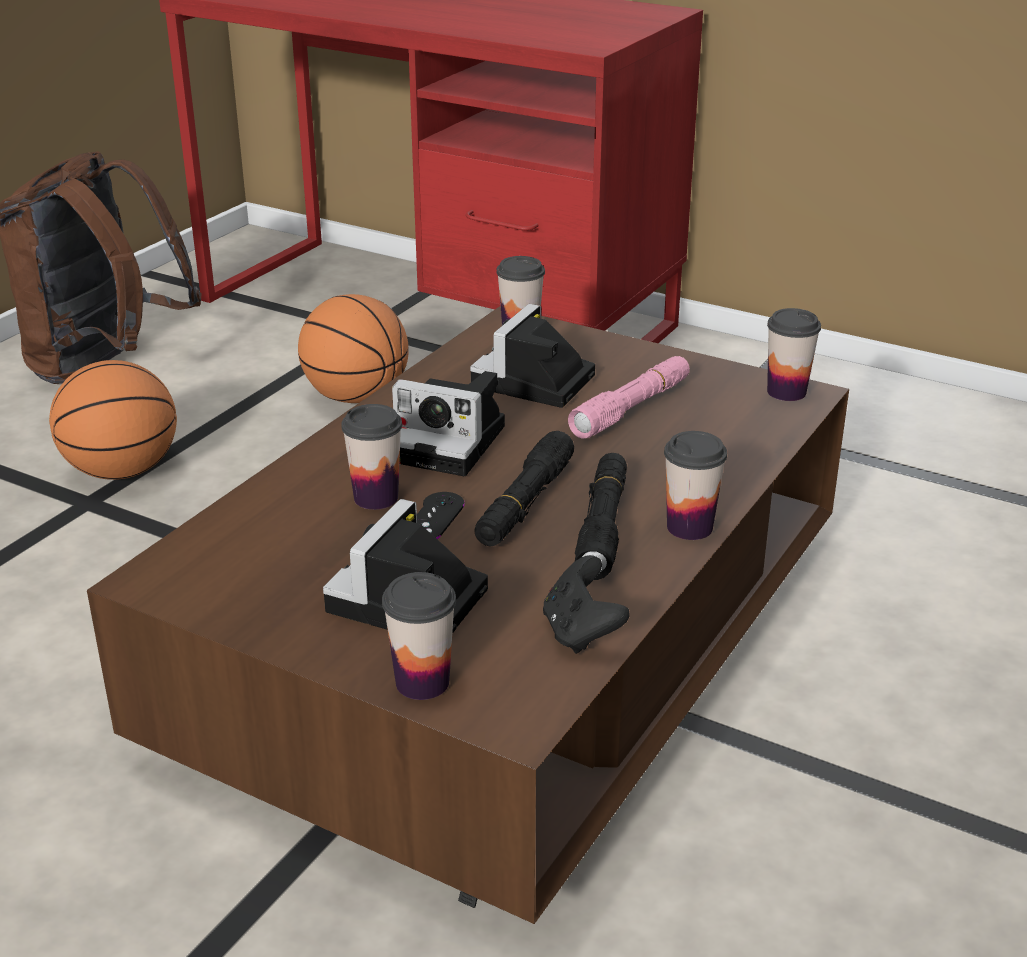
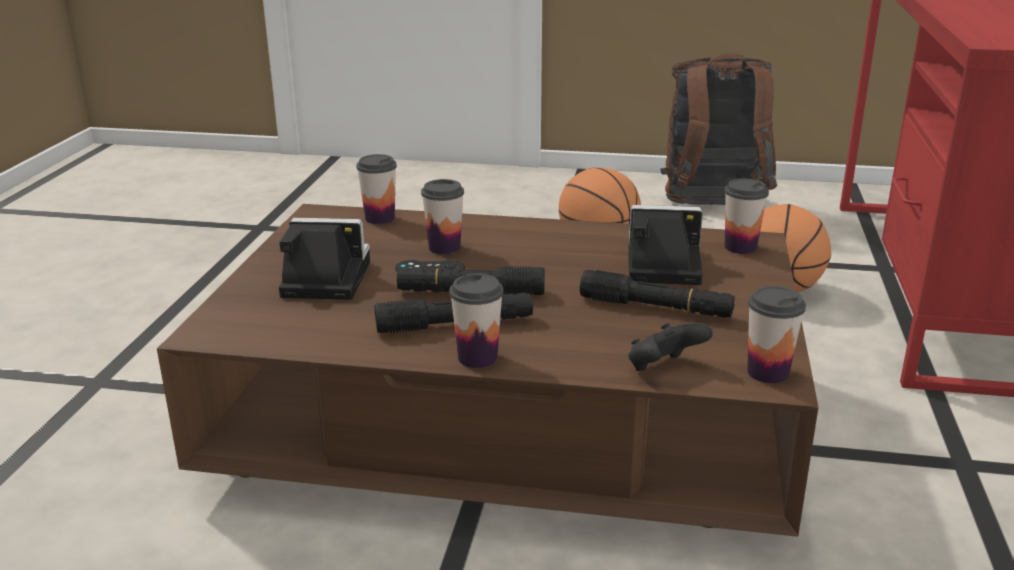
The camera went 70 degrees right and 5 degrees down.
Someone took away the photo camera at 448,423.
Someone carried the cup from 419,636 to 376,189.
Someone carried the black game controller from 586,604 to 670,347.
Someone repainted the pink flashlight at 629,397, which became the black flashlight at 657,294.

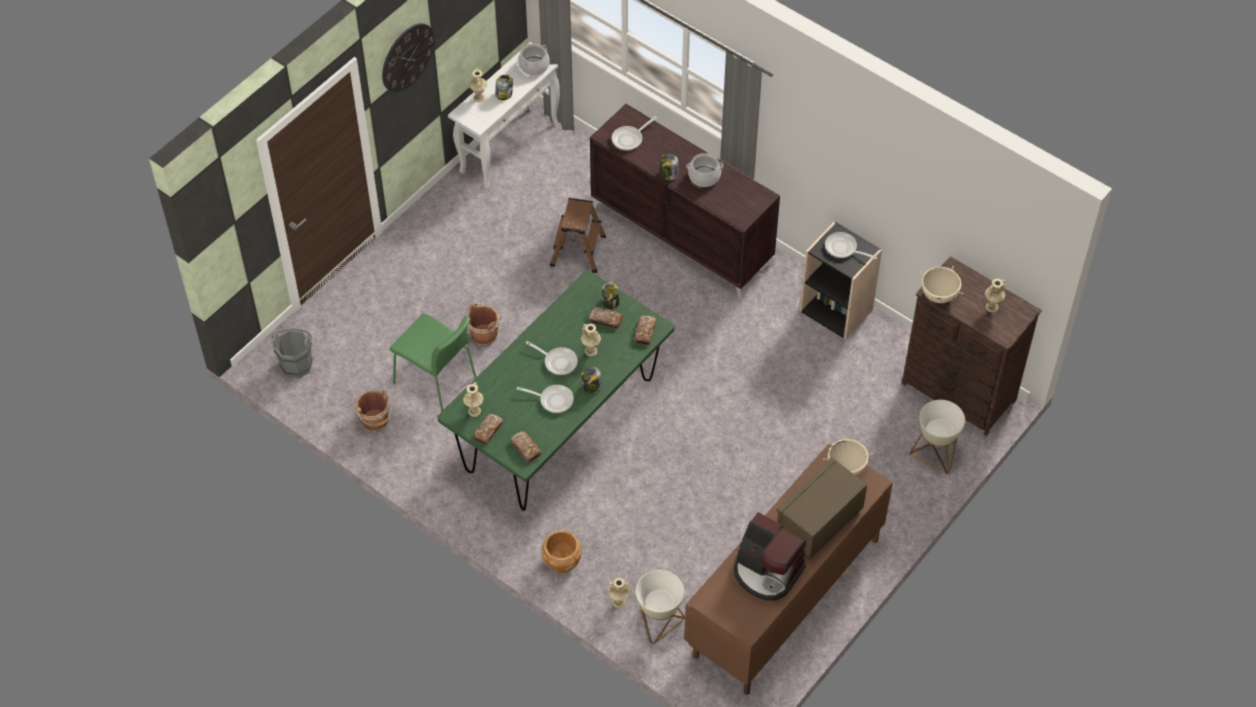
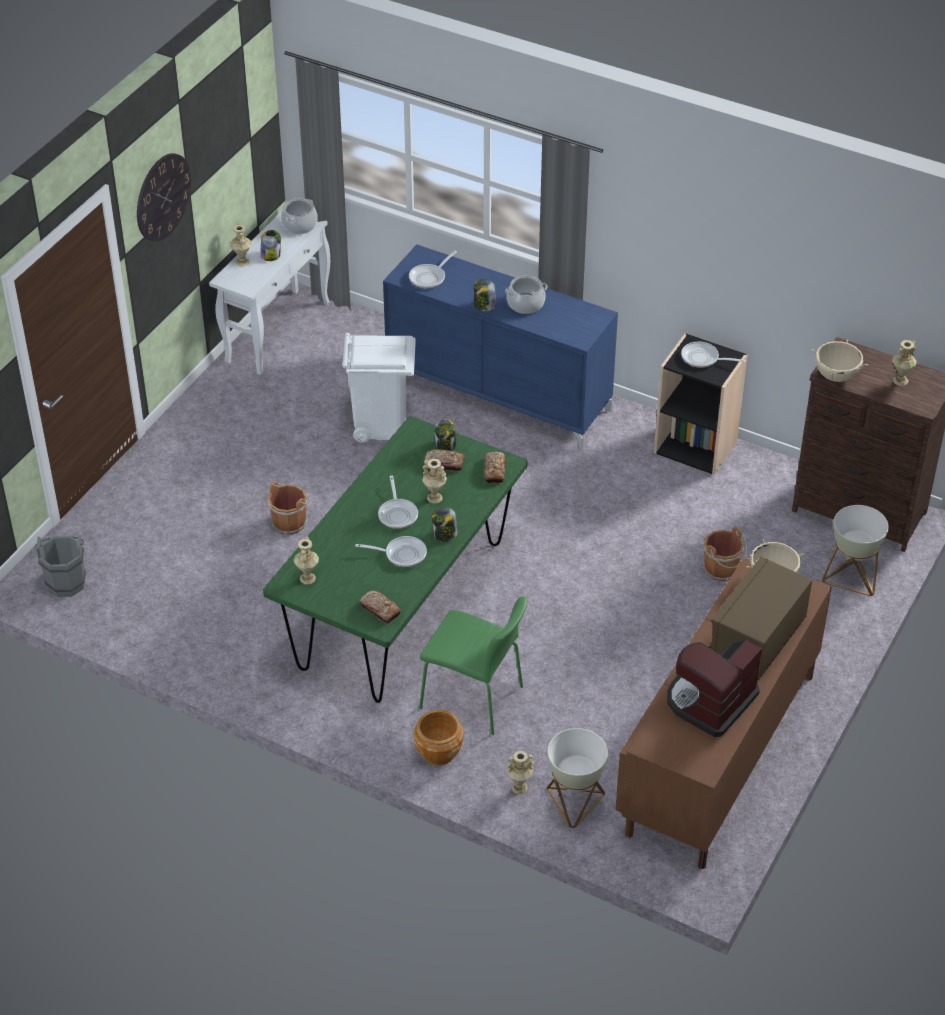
The camera went 10 degrees left and 10 degrees down.
Someone took away the bread at 488,429.
Someone carried the brown bucket from 373,411 to 725,554.
Someone carried the green chair from 433,362 to 473,665.
Someone swapped the brown step ladder at 578,235 for the white trash can at 379,388.
Someone repainted the brown dresser at 685,202, which became the blue dresser at 500,348.
Someone rotated the frying pan at 552,358 by 60 degrees clockwise.
Someone rotated the coffee machine at 770,556 by 105 degrees clockwise.

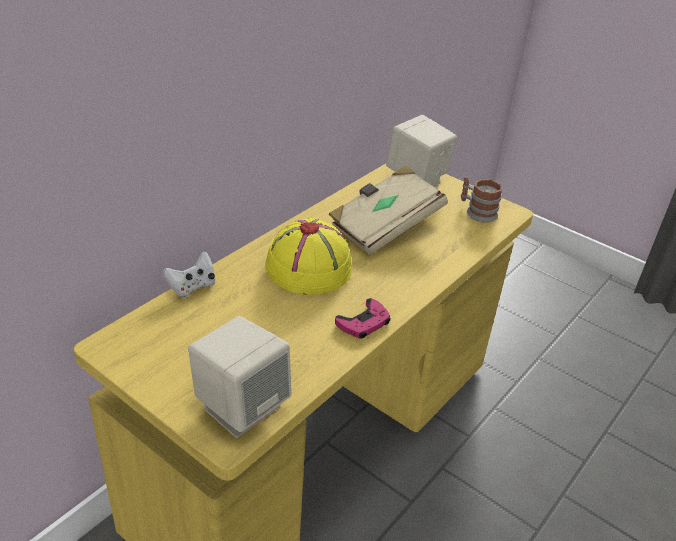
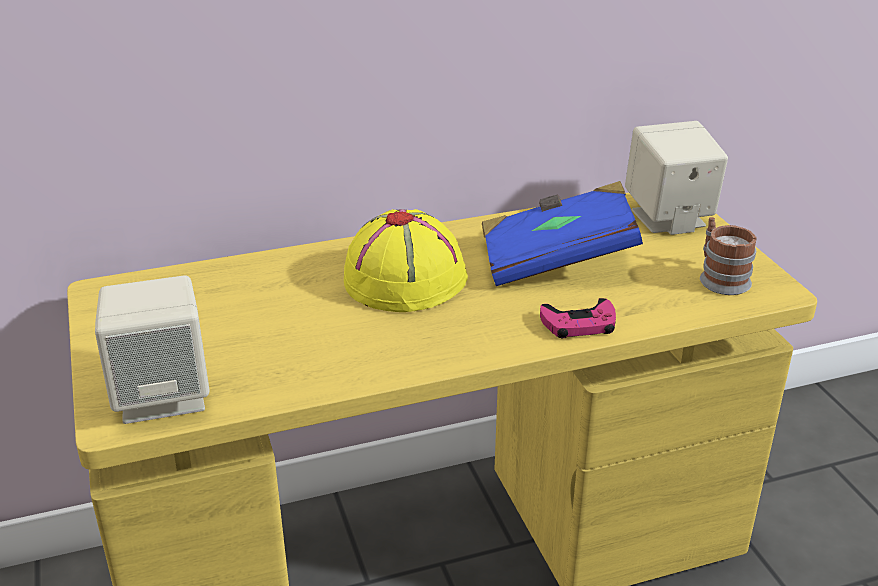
The camera went 35 degrees right and 5 degrees down.
Someone took away the white game controller at 188,274.
Someone carried the pink game controller from 363,318 to 578,318.
Someone repainted the beige book at 388,210, which became the blue book at 562,233.

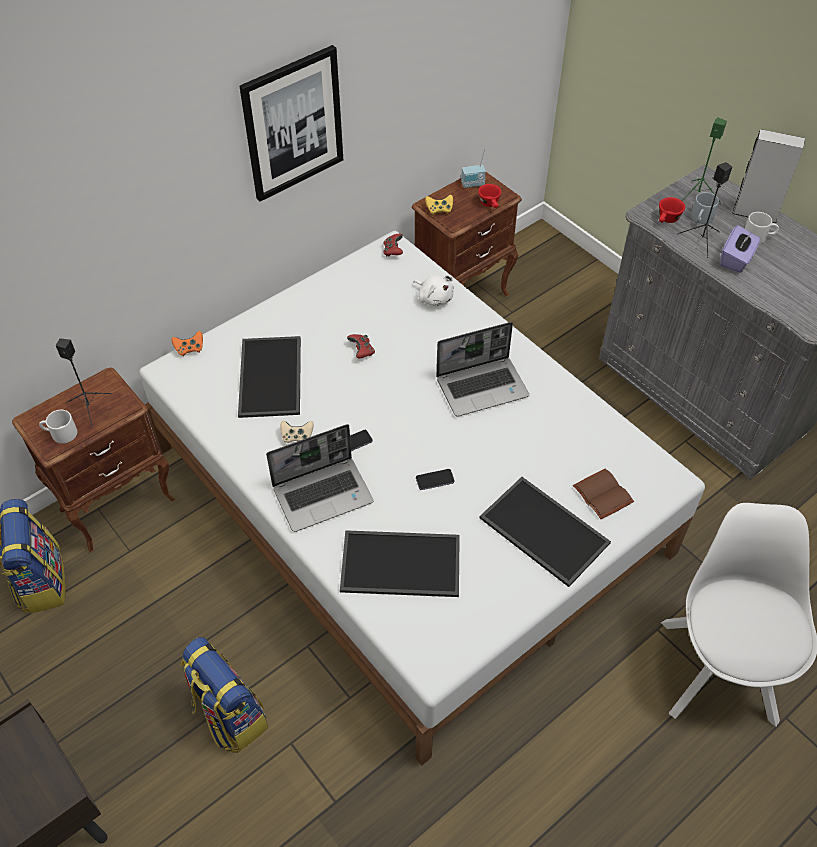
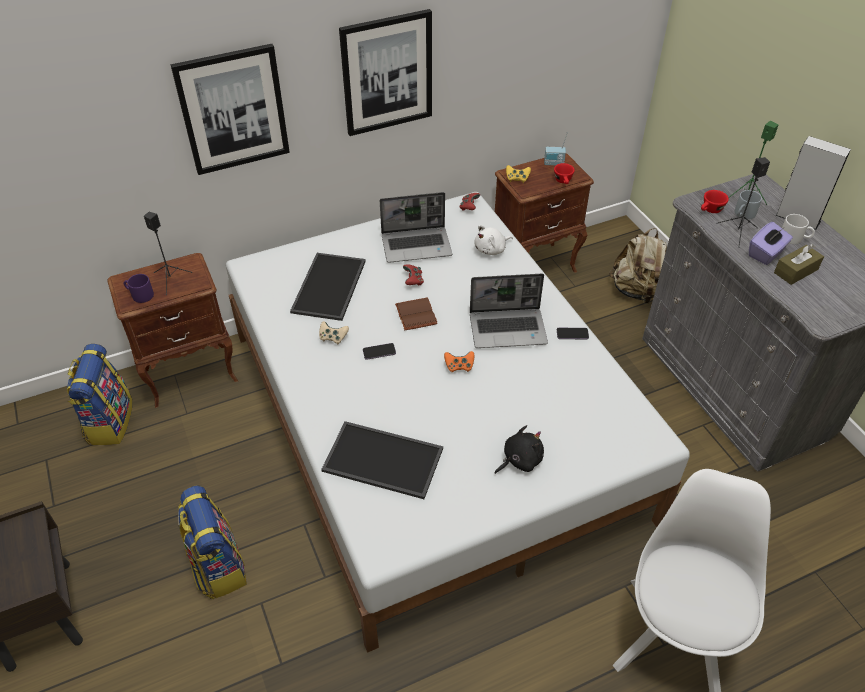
The camera went 15 degrees right and 5 degrees down.
Someone put up the picture at 230,109.
Someone put down the beige backpack at 638,266.
Someone put down the brown tissue box at 799,264.
Someone carried the orange game controller from 187,343 to 459,361.
Someone carried the laptop from 320,478 to 416,227.
Someone carried the phone from 435,479 to 573,333.
Someone carried the brown book from 603,493 to 416,313.
Someone swapped the tray at 545,532 for the black plush toy at 519,449.
Someone repainted the white mug at 58,427, which became the purple mug at 138,288.
Someone rotated the white plush toy at 433,290 by 90 degrees clockwise.

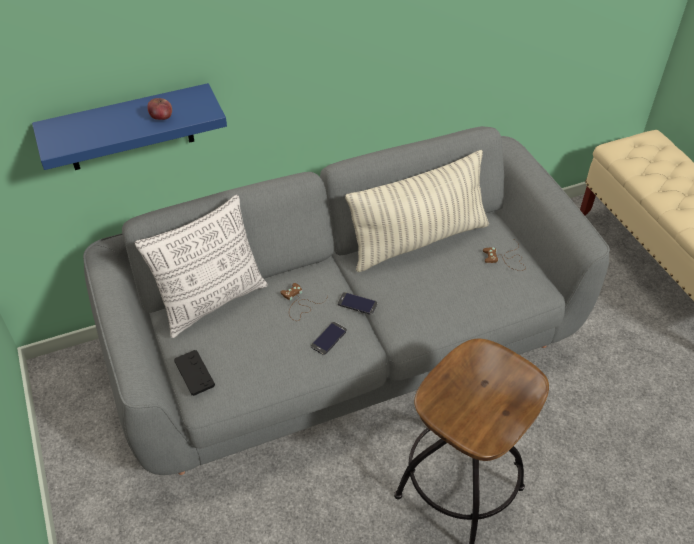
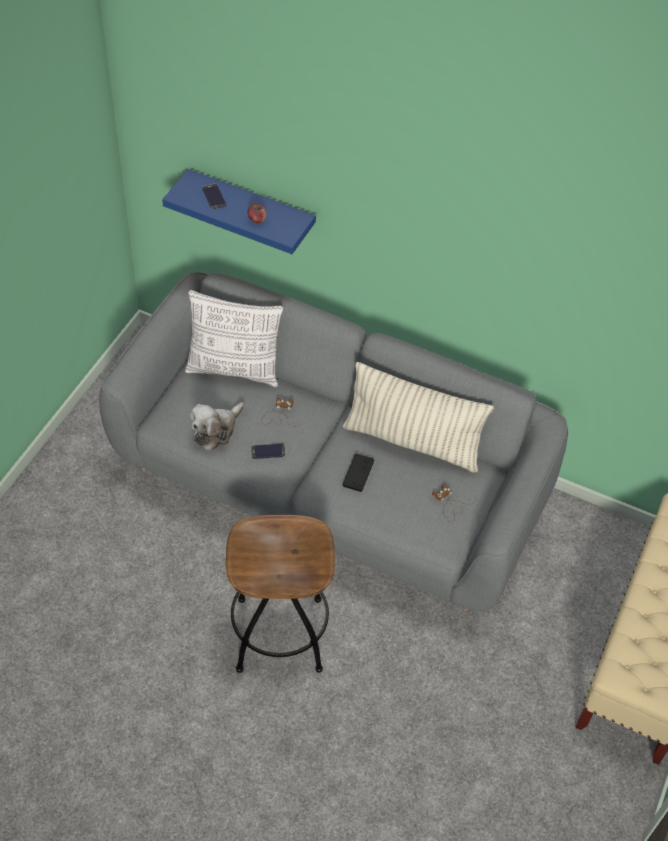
The camera went 45 degrees right and 5 degrees up.
Someone put down the plush toy at 217,426.
Someone carried the black game controller from 194,373 to 358,472.
Someone carried the phone from 357,303 to 214,196.

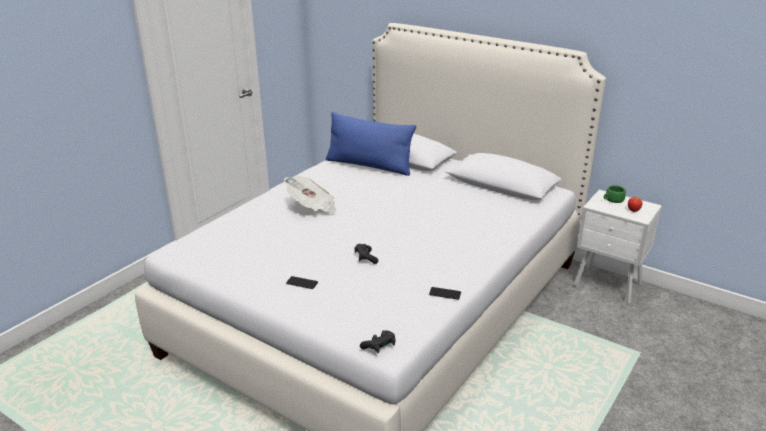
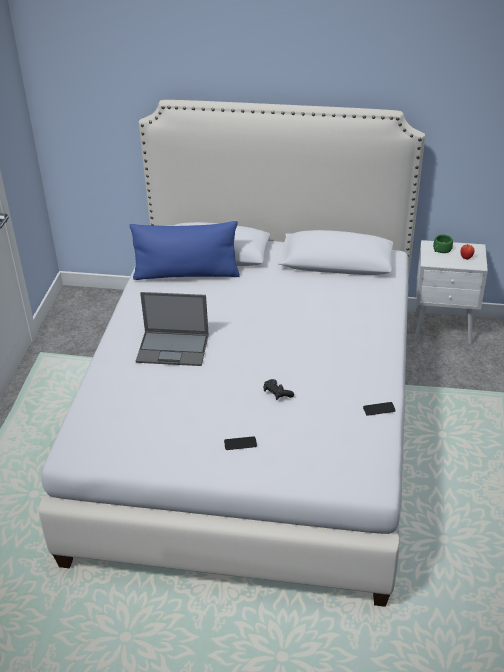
The camera went 25 degrees left and 10 degrees up.
Someone took away the black game controller at 378,341.
Someone swapped the newspaper at 310,195 for the laptop at 172,329.

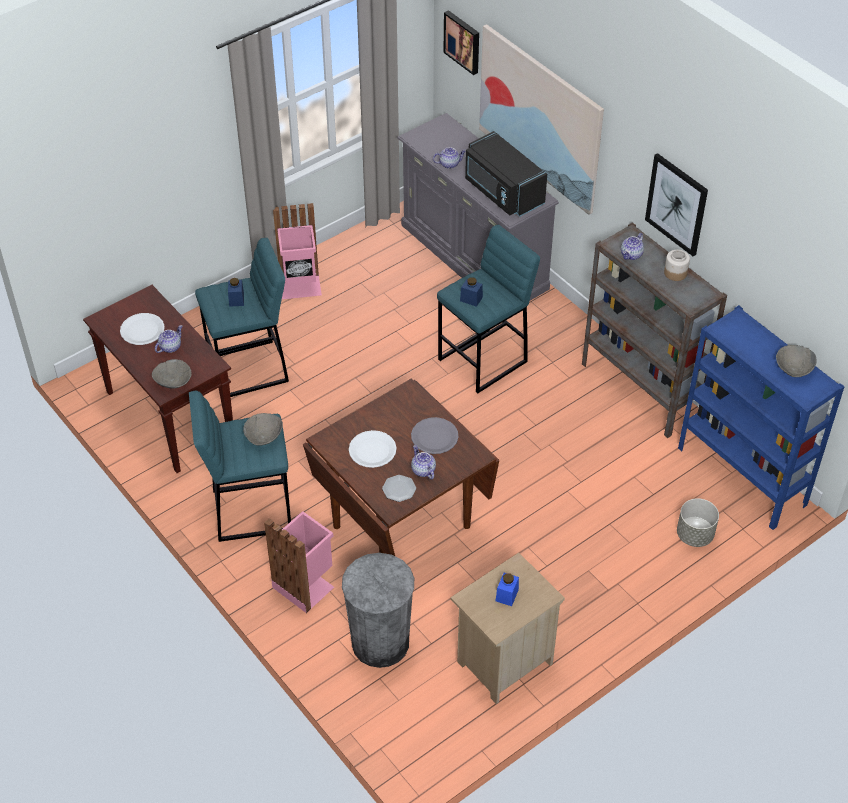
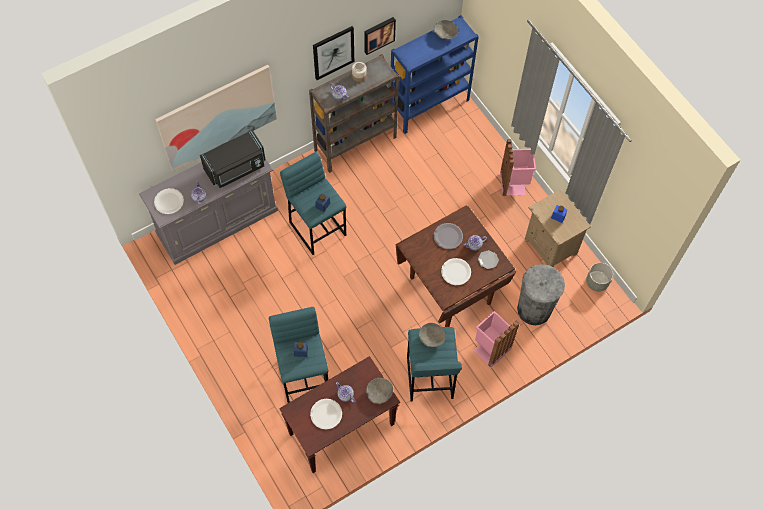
The camera went 85 degrees left and 15 degrees up.
Someone put down the white plate at 169,201.
Someone carried the pink trash can from 297,251 to 518,167.
Someone carried the picture from 461,42 to 380,36.
Someone carried the grey planter from 698,522 to 599,277.

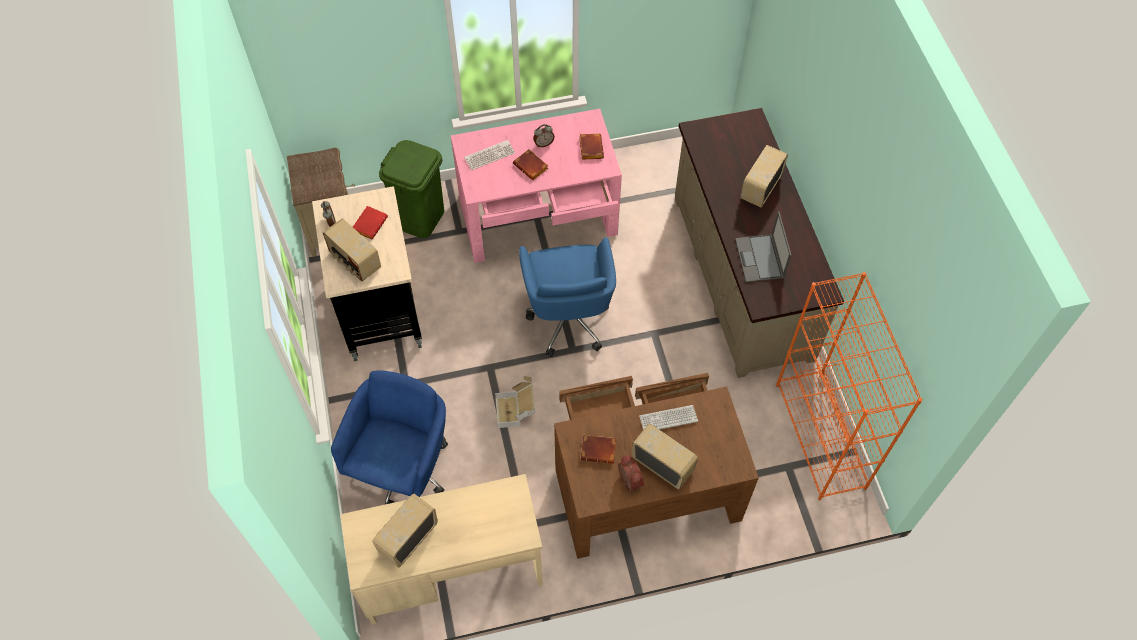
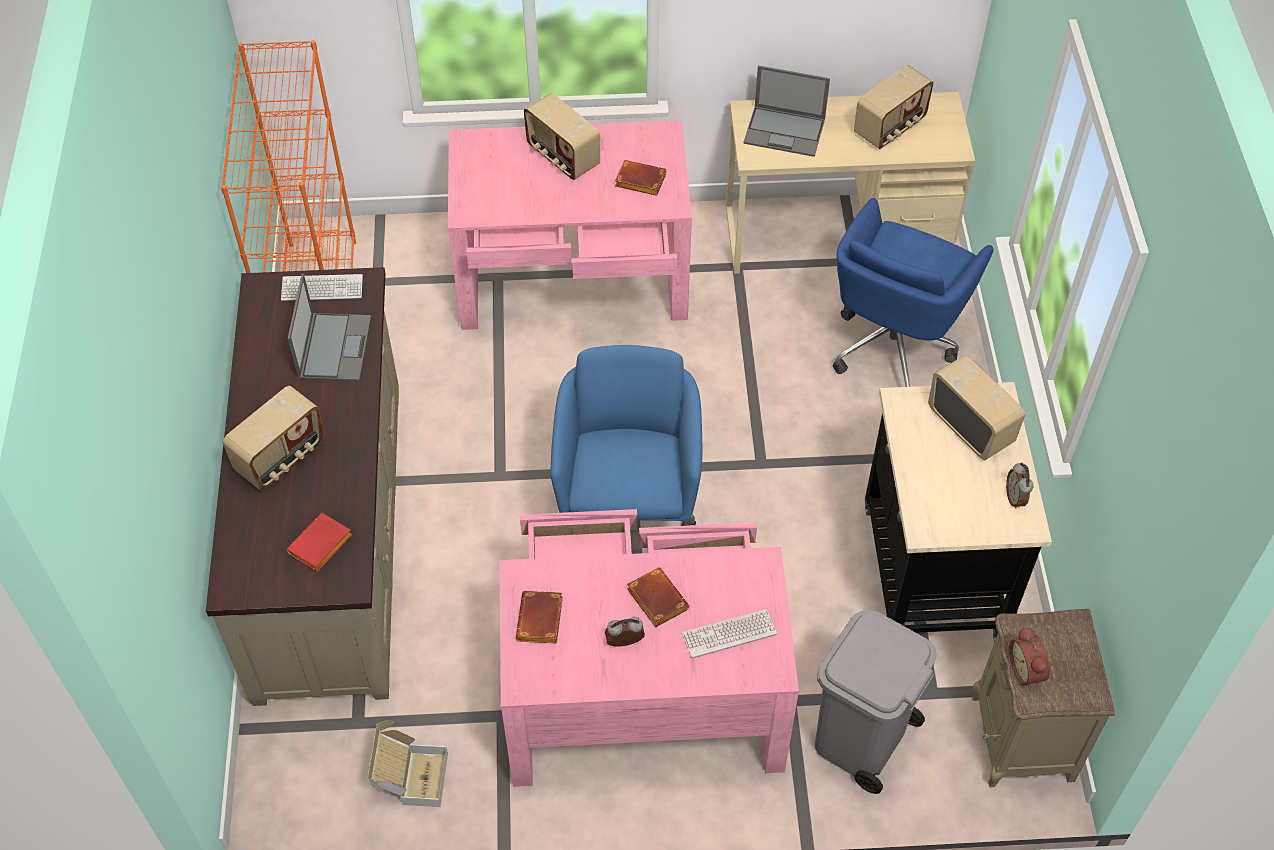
The camera went 170 degrees left and 5 degrees down.
Someone put down the laptop at 786,111.
Someone carried the red book from 370,222 to 319,542.
Someone carried the cardboard box from 515,402 to 408,764.
Someone carried the alarm clock from 631,473 to 1029,657.
Someone carried the keyboard from 668,417 to 322,287.
Someone repainted the green trash can at 411,189, which became the grey trash can at 876,702.
Someone repainted the brown desk at 656,466, which became the pink desk at 570,225.

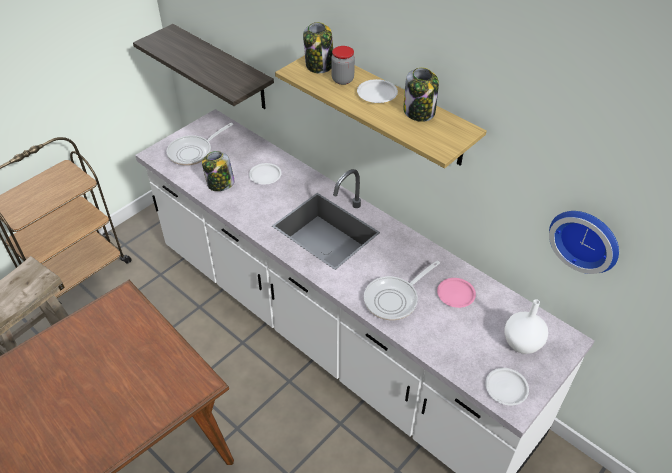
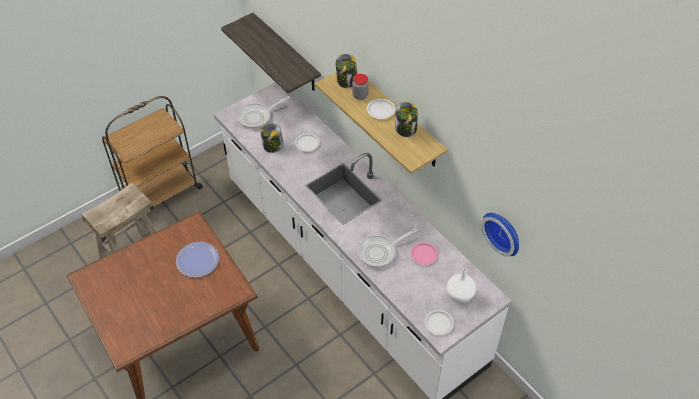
The camera went 10 degrees right and 5 degrees up.
Someone put down the plate at 197,260.

